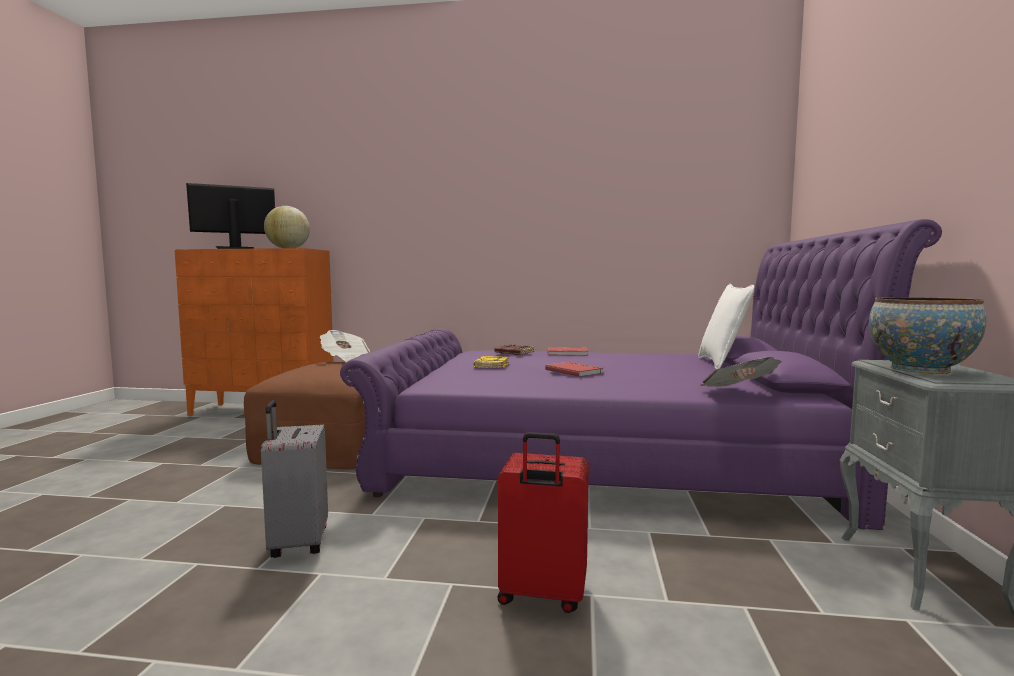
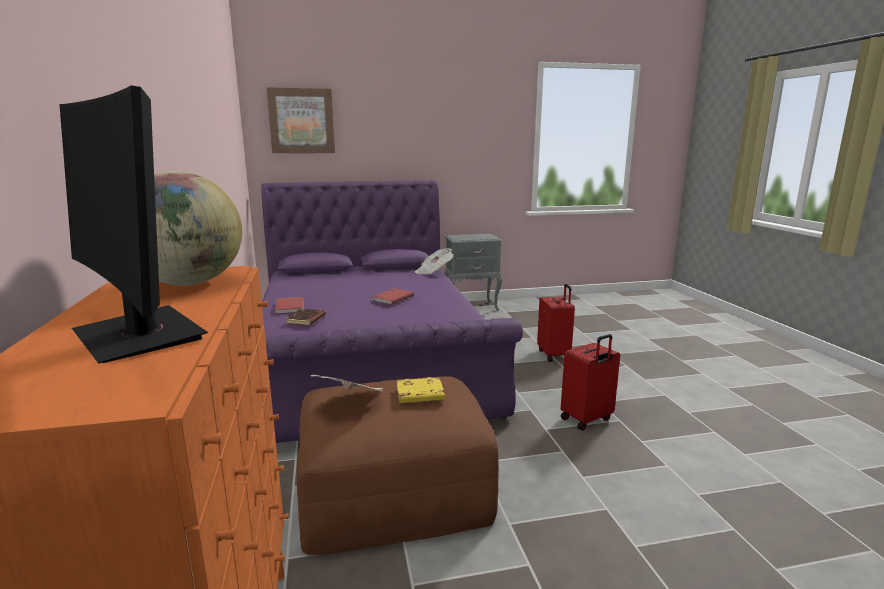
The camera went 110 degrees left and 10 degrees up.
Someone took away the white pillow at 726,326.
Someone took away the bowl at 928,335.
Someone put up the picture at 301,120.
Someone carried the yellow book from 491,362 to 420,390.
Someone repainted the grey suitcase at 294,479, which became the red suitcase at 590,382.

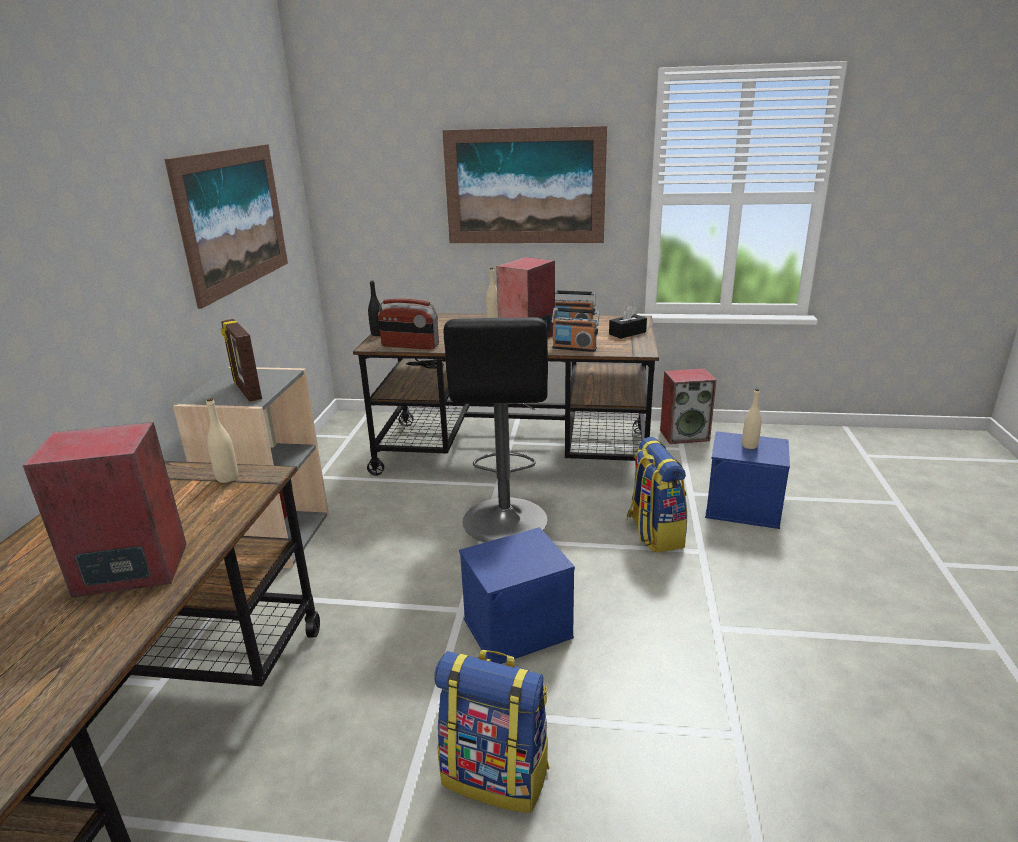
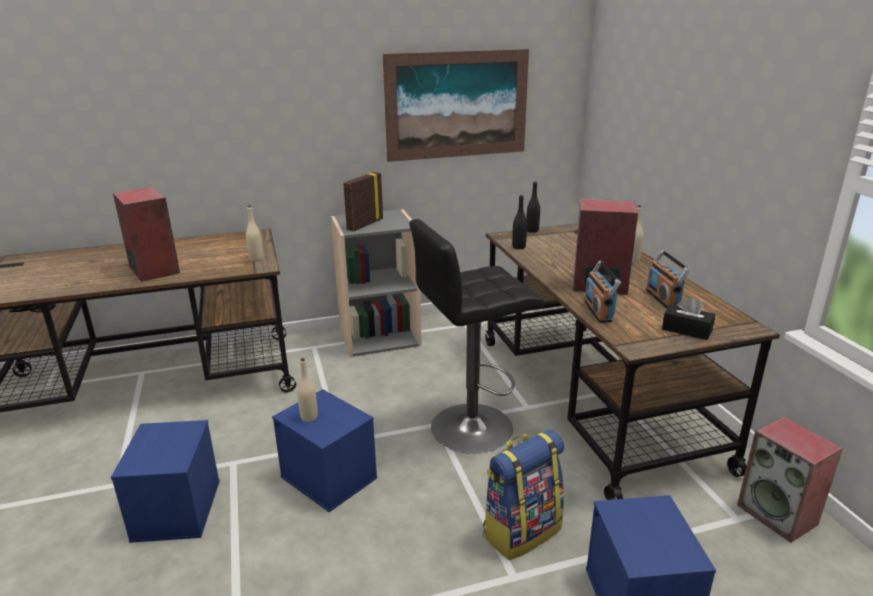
The camera went 65 degrees right and 0 degrees up.
Someone took away the picture at 524,184.
Someone carried the beige bottle from 752,419 to 307,390.
Someone swapped the radio at 408,324 for the black bottle at 519,222.
Someone swapped the backpack at 492,731 for the blue storage box at 165,481.

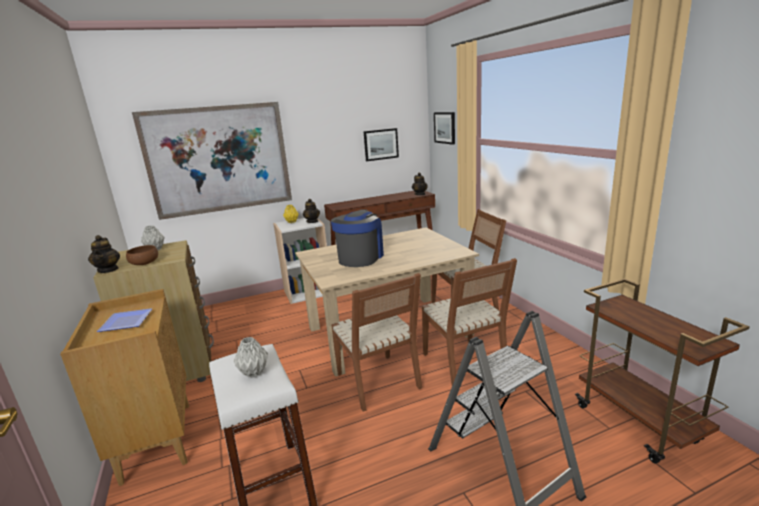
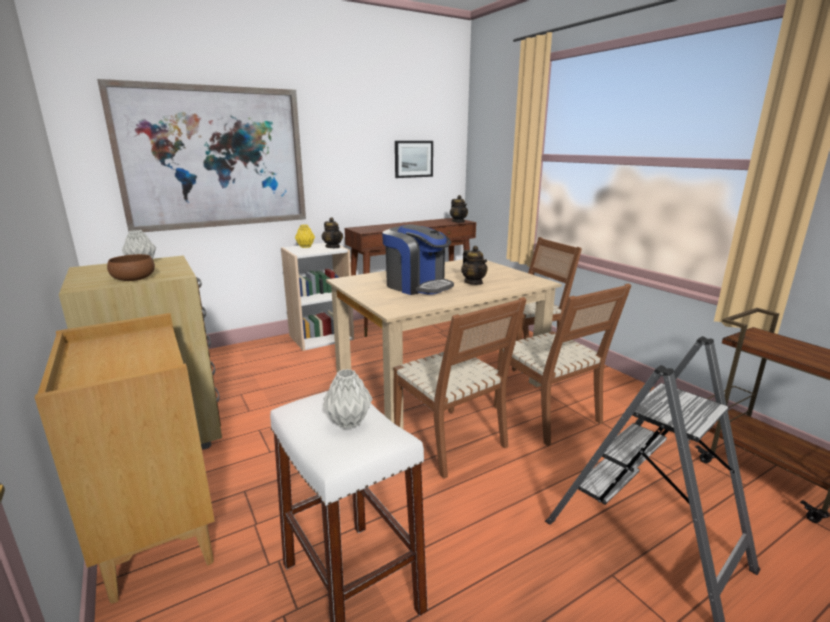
The camera went 10 degrees left and 0 degrees up.
Someone took away the plate at 124,320.
Someone took away the picture at 444,128.
Someone carried the teapot from 104,254 to 474,265.
Someone rotated the coffee machine at 357,238 by 120 degrees clockwise.

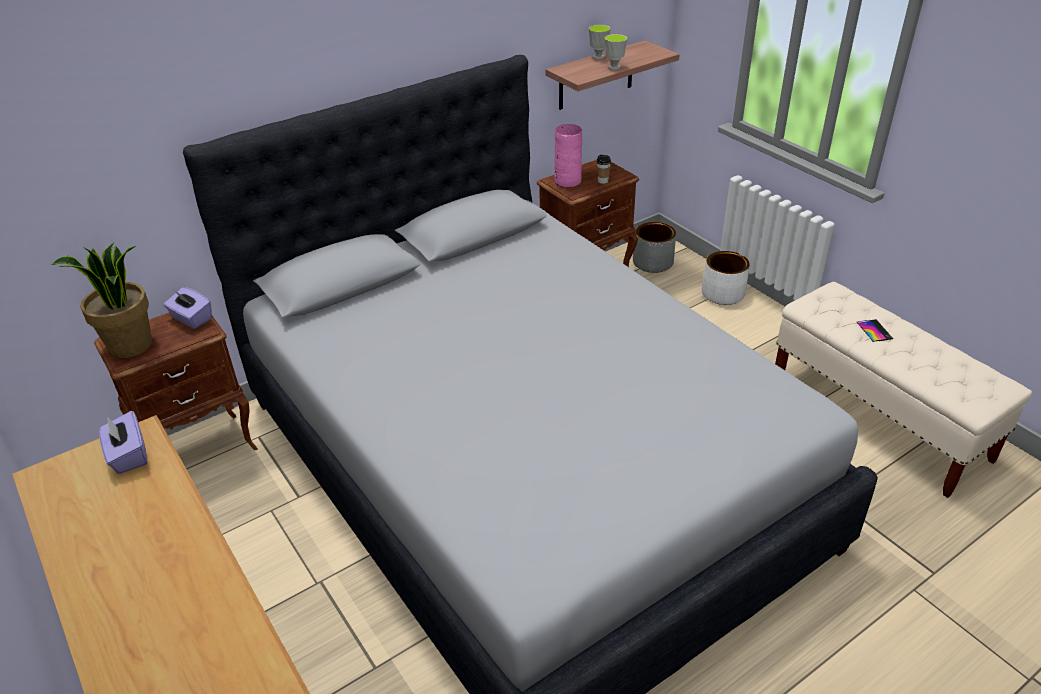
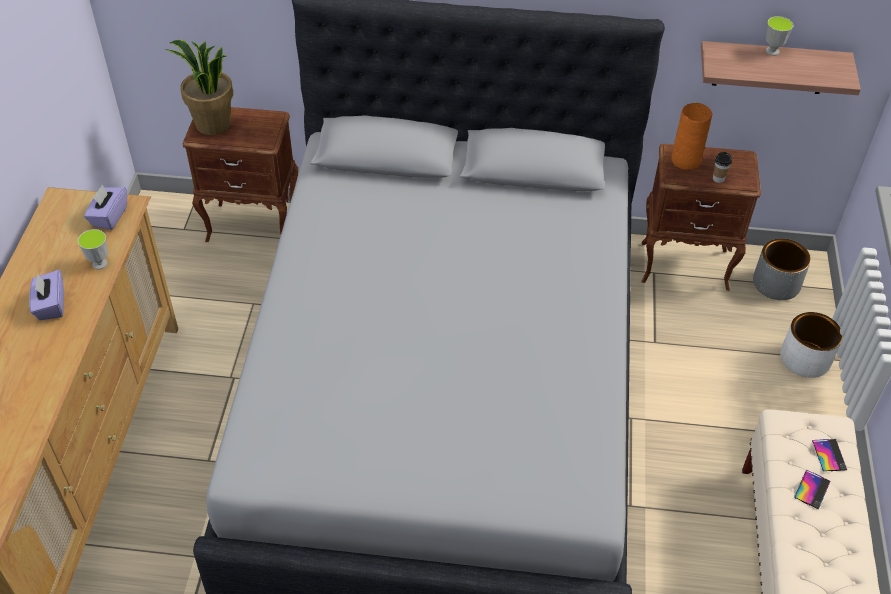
The camera went 40 degrees right and 10 degrees up.
Someone put down the phone at 829,455.
Someone carried the purple tissue box from 188,308 to 46,295.
Someone carried the cup from 616,52 to 93,249.
Someone repainted the pink vase at 568,155, which became the orange vase at 691,136.

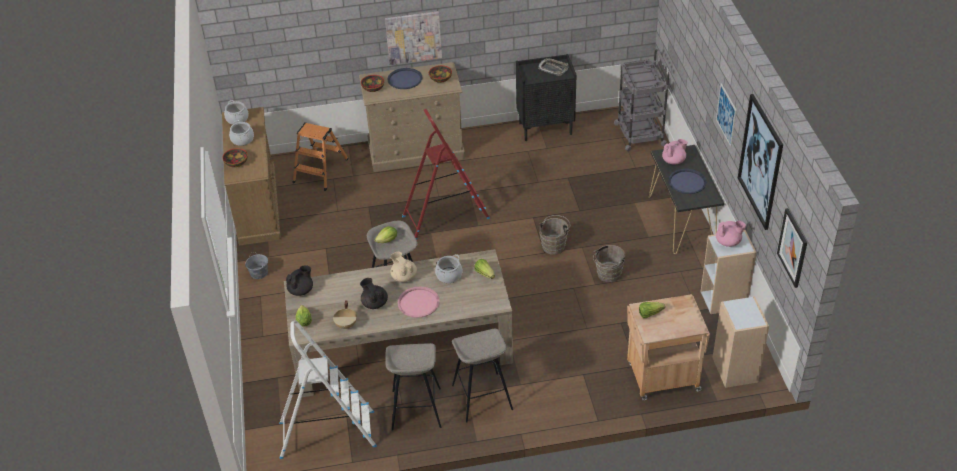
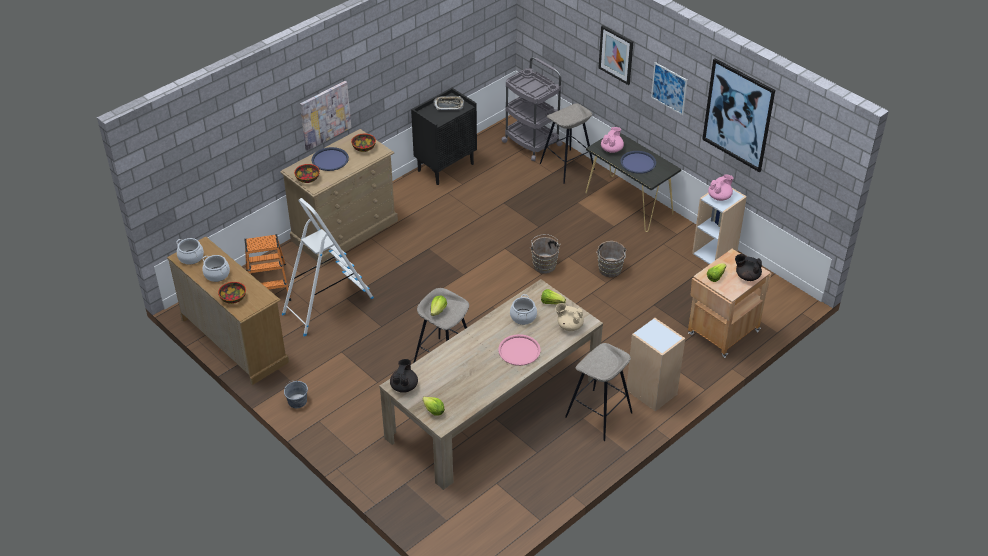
The camera went 35 degrees left and 0 degrees up.
Someone took away the beige cooking pot at 345,315.
Someone took away the red step ladder at 446,174.
Someone carried the white step ladder from 328,389 to 328,267.
Someone carried the black teapot from 374,293 to 748,267.
Someone carried the grey stool from 413,387 to 567,143.
Someone carried the beige teapot from 403,267 to 569,317.
Someone carried the bookcase from 740,342 to 656,364.
Someone carried the picture from 792,248 to 615,55.

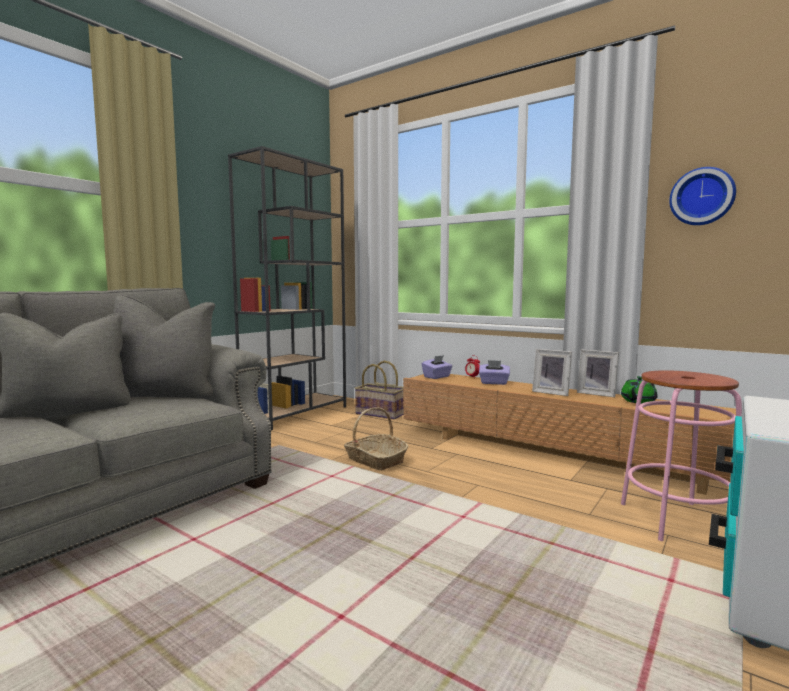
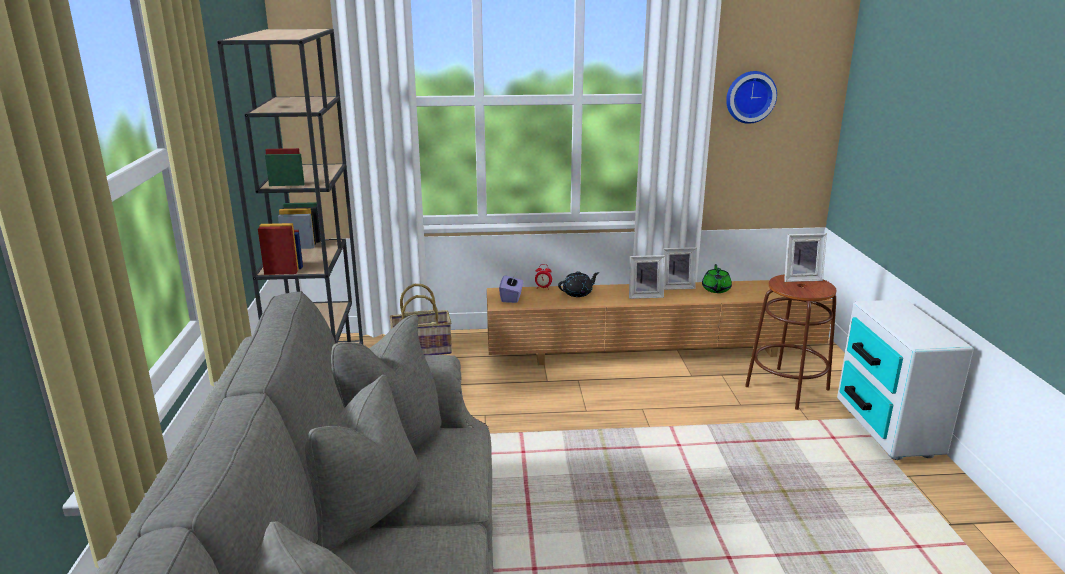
The camera went 40 degrees left and 15 degrees up.
Someone took away the basket at 376,438.
Someone put down the picture frame at 805,257.
Someone swapped the purple tissue box at 494,372 for the black teapot at 578,284.
Someone repainted the pink stool at 681,455, which became the brown stool at 790,342.

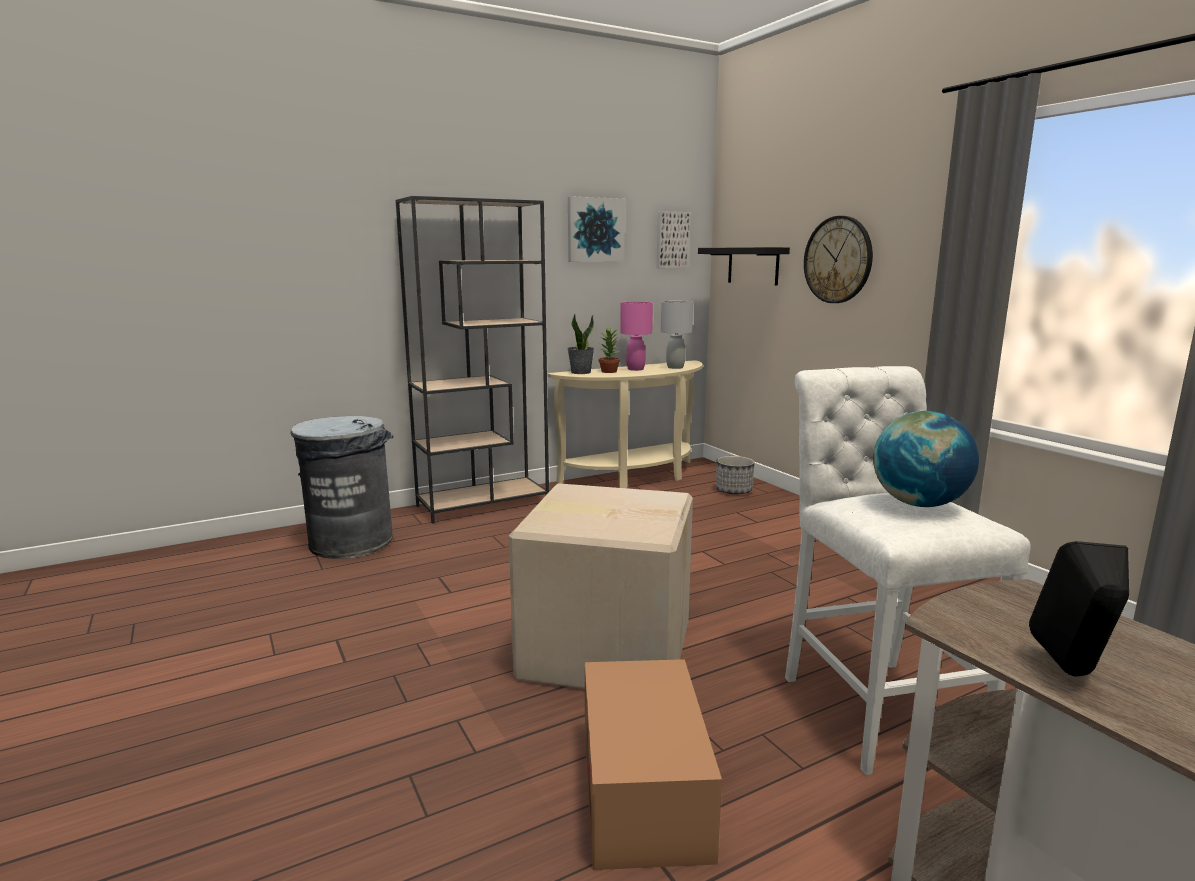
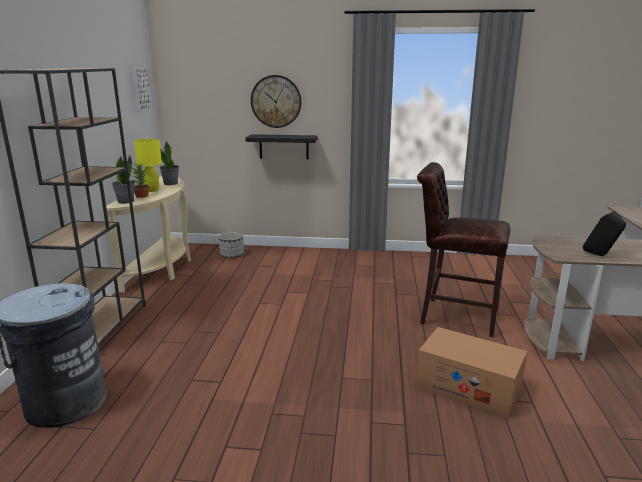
The camera went 55 degrees left and 5 degrees up.
Someone took away the cardboard box at 601,586.
Someone took away the picture at 596,229.
Someone took away the globe at 926,459.
Someone carried the black shelf from 744,266 to 281,146.
Someone swapped the grey table lamp at 677,335 for the potted plant at 169,163.
Someone repainted the pink table lamp at 636,336, which became the yellow table lamp at 148,165.
Someone repainted the white stool at 908,570, which became the brown stool at 463,249.

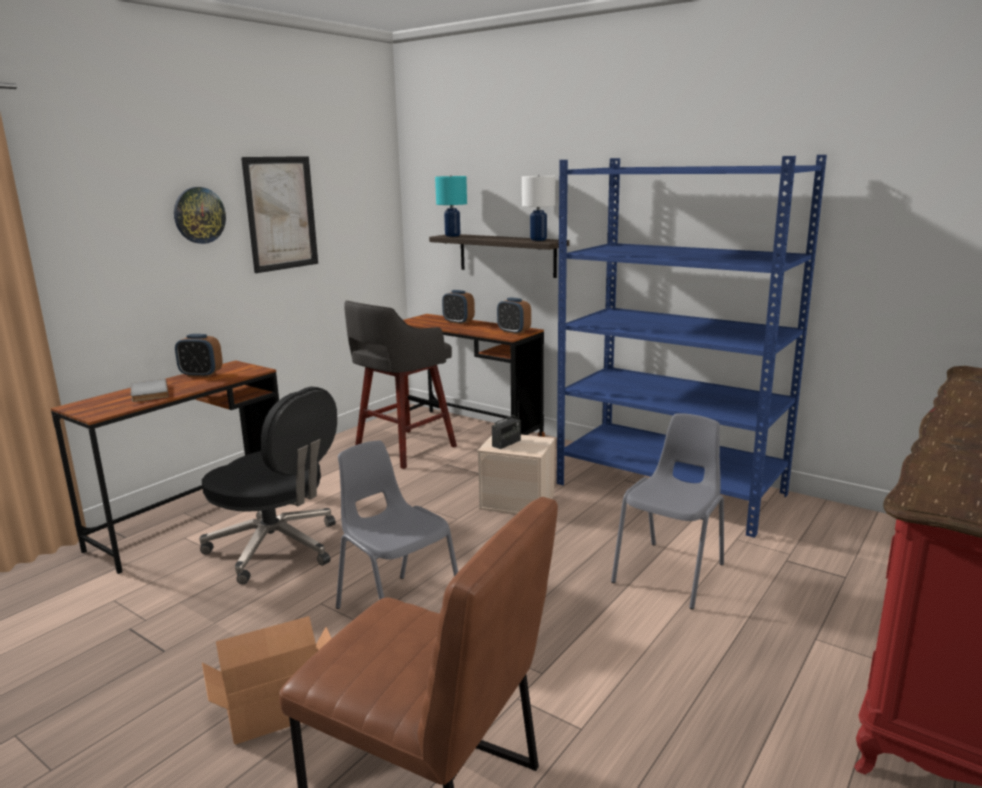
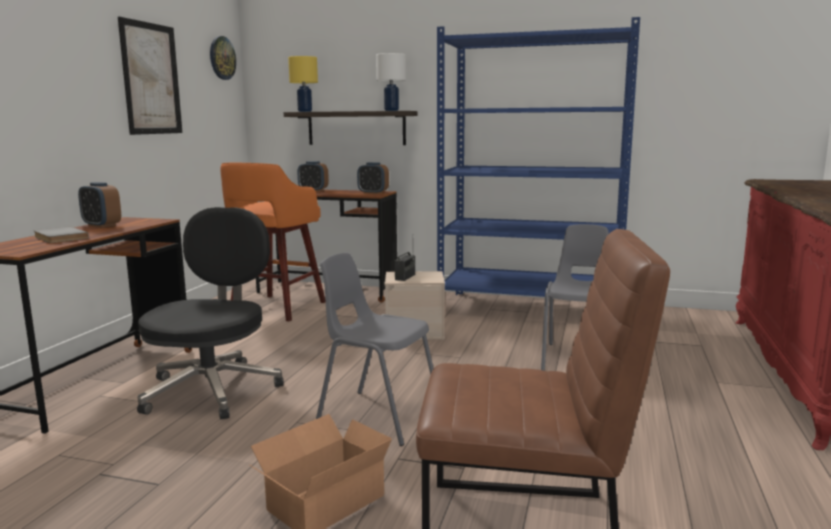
The camera went 20 degrees left and 5 degrees down.
Someone carried the wall clock from 200,215 to 223,58.
Someone repainted the grey stool at 400,385, which became the orange stool at 273,242.
Someone repainted the turquoise table lamp at 451,206, which became the yellow table lamp at 303,84.
Someone rotated the alarm clock at 199,355 by 45 degrees clockwise.
Someone rotated the black office chair at 268,485 by 90 degrees counterclockwise.

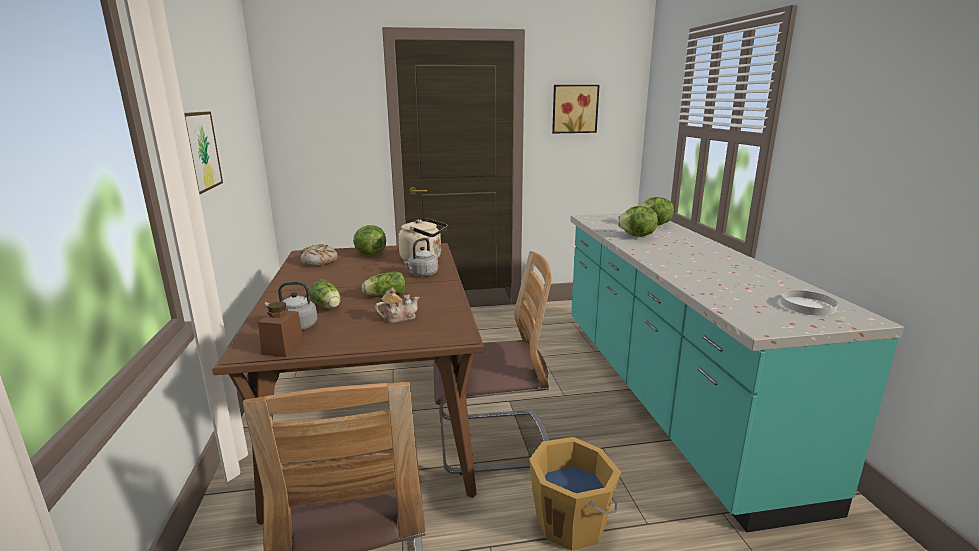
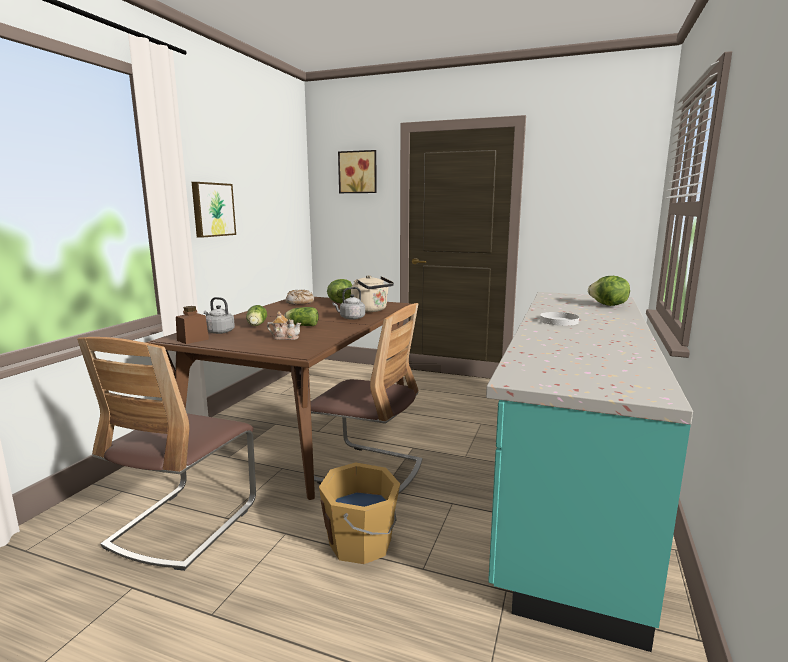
The camera went 30 degrees right and 5 degrees down.
Someone took away the lettuce at 637,221.
Someone carried the picture from 576,109 to 357,171.
Someone carried the white plate from 809,303 to 559,319.

